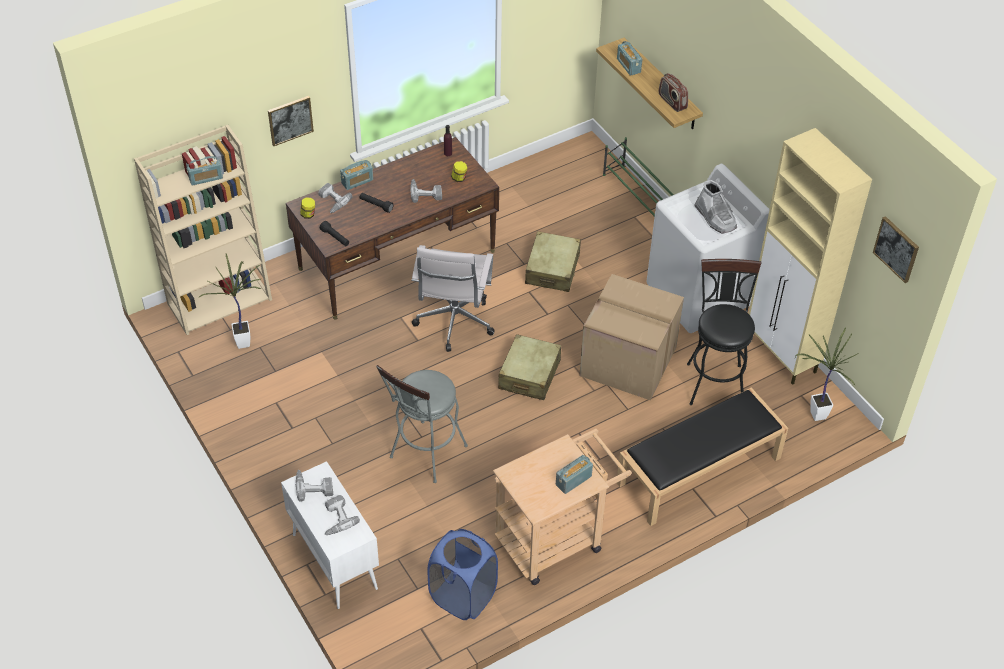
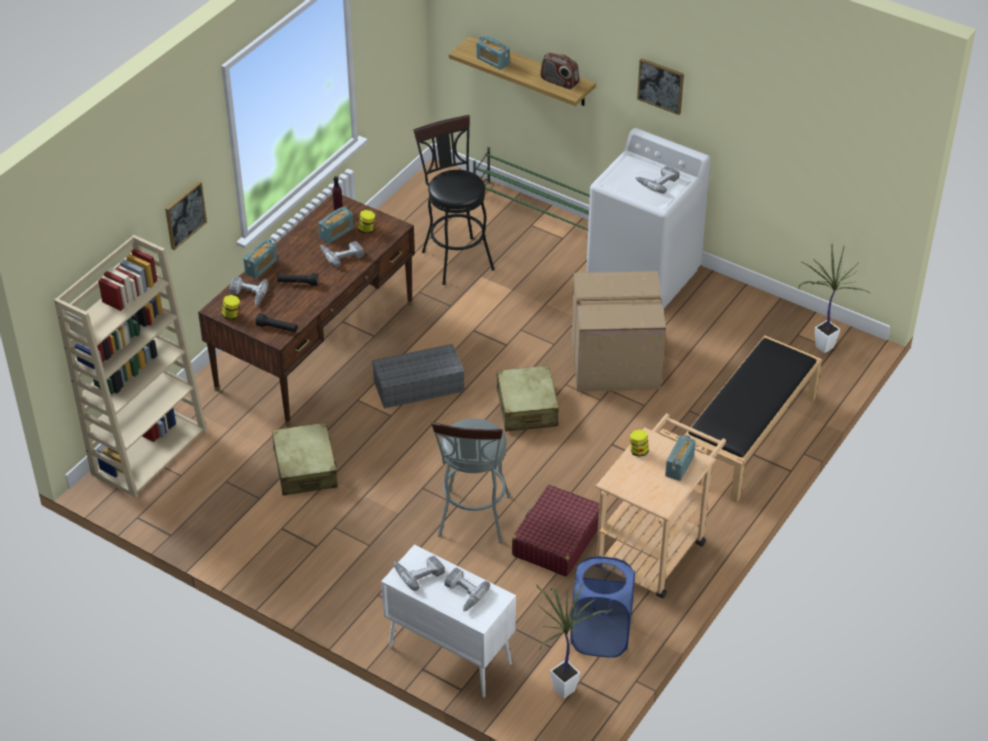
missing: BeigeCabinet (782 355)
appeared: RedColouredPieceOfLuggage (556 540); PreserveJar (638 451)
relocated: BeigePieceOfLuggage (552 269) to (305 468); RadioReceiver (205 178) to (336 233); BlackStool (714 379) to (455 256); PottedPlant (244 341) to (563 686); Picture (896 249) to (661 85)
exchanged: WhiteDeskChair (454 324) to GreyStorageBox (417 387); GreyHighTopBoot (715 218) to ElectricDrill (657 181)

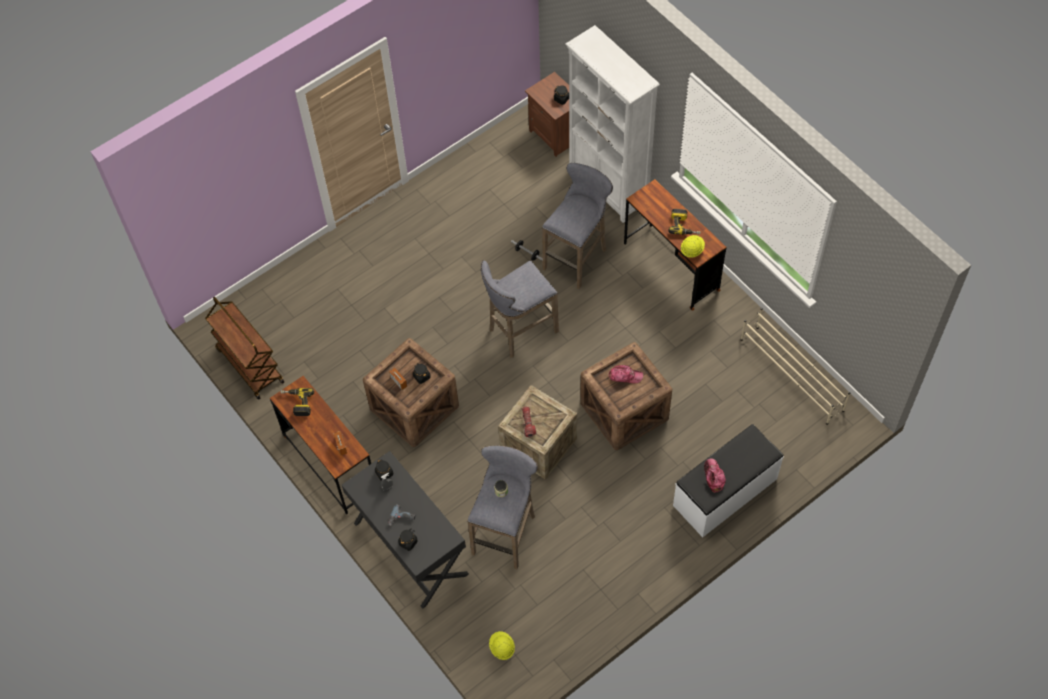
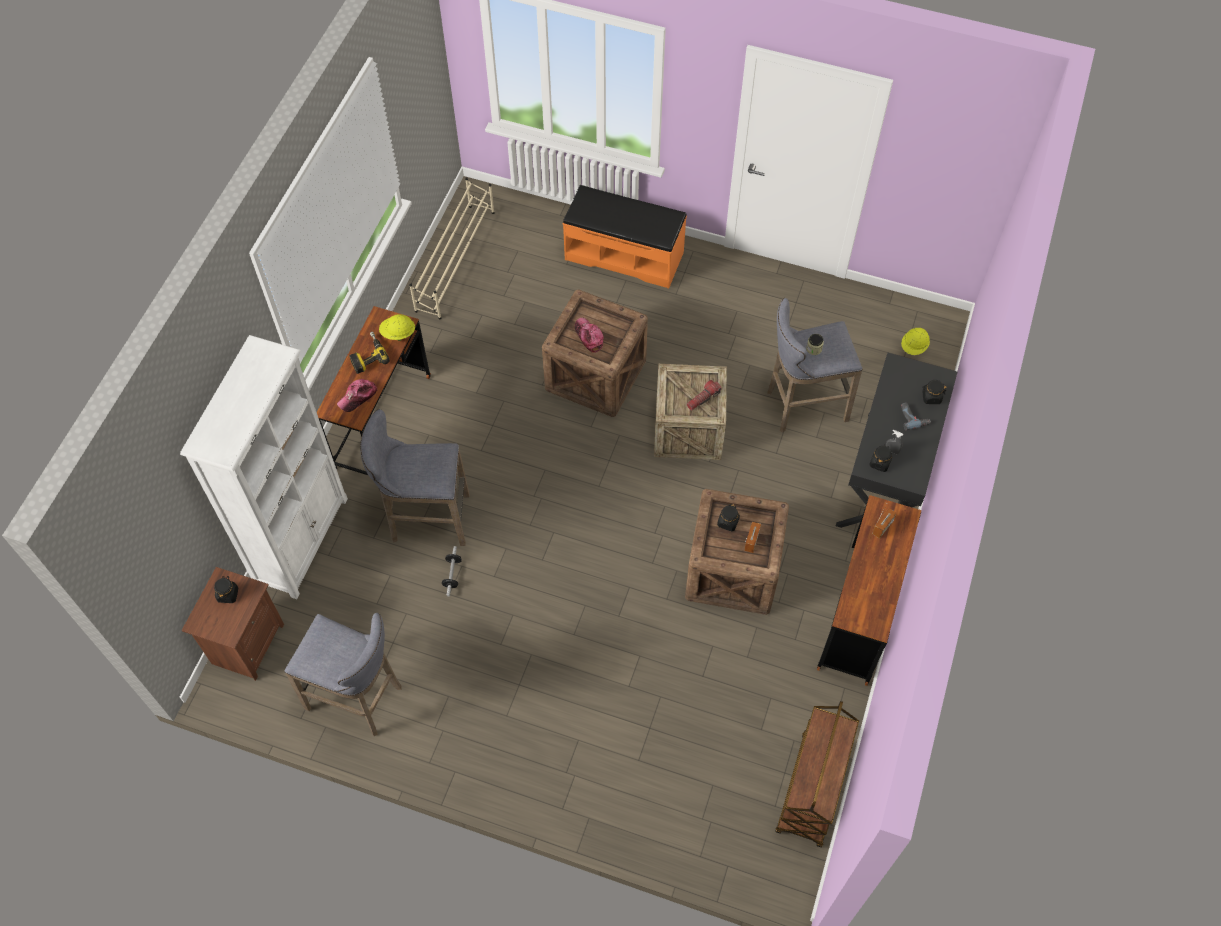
missing: ElectricDrill (297 403)
relocated: GreyStool (520 332) to (359 698); Cap (713 476) to (358 397)
colour: WhiteIndoorBench (725 492) to OrangeyIndoorBench (624 255)

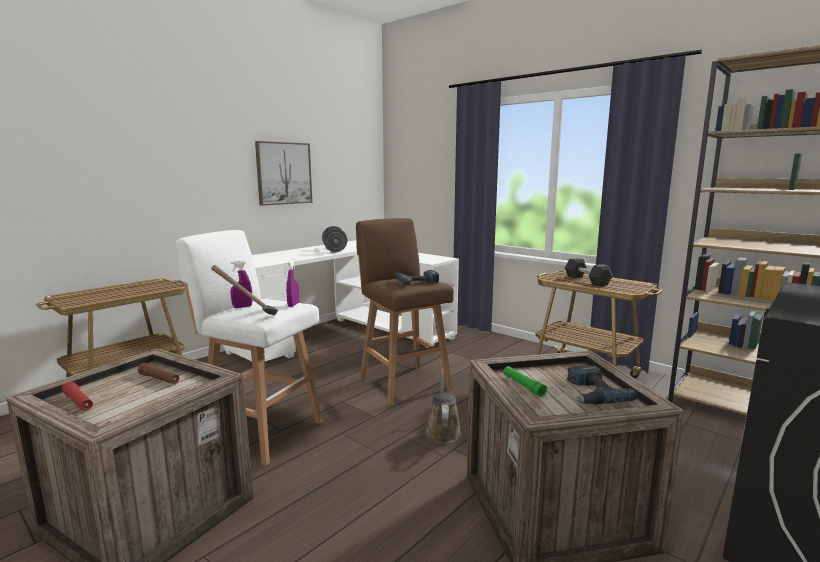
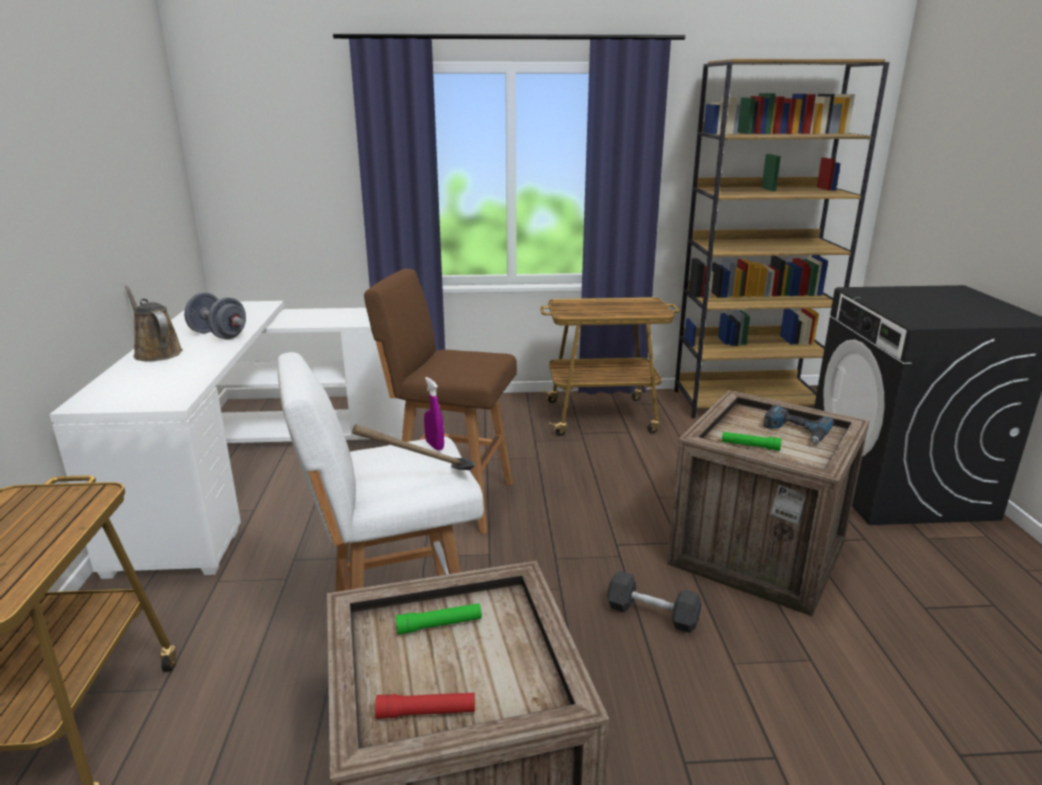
missing: PurplishSprayer (242 307); Picture (284 173); ElectricDrill (415 281)
relocated: BrownishWateringCan (442 431) to (156 352); GreyHandWeight (587 280) to (652 614)
colour: BrownishHandTorch (159 379) to GreenishHandTorch (439 625)

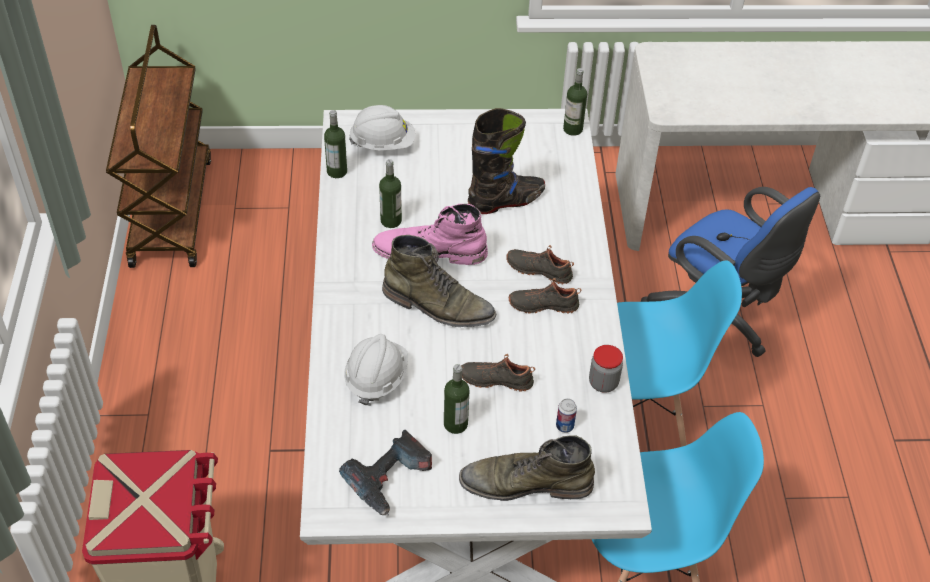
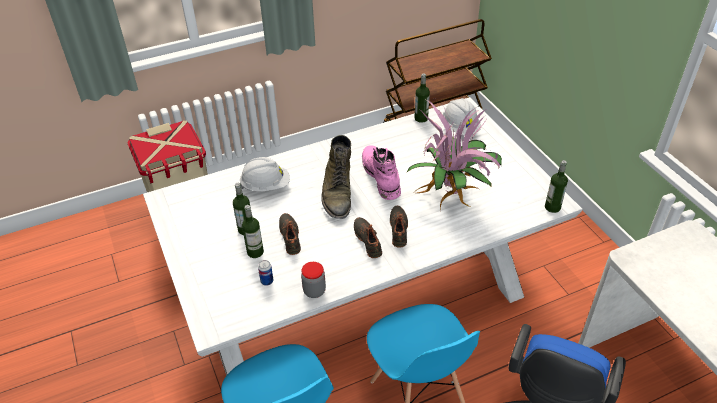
missing: ElectricDrill (389 480); GreenishHighTopBoot (525 483)
relocated: DrinkBottle (391 221) to (255 252)
exchanged: BlackHighTopBoot (506 201) to PottedPlant (452 195)

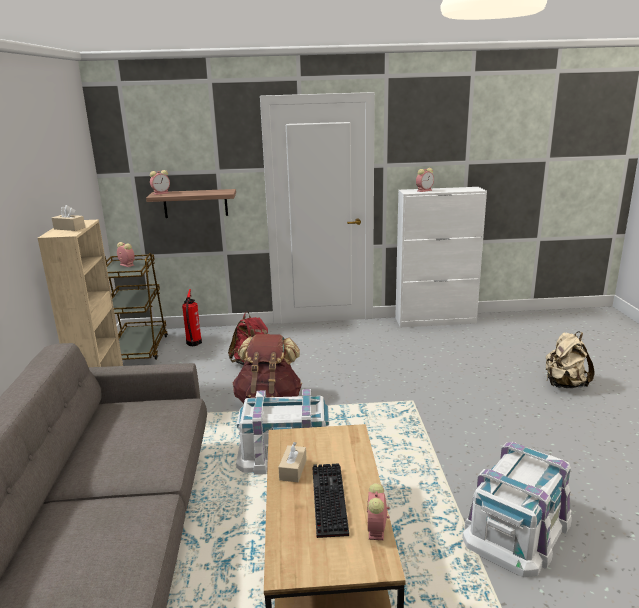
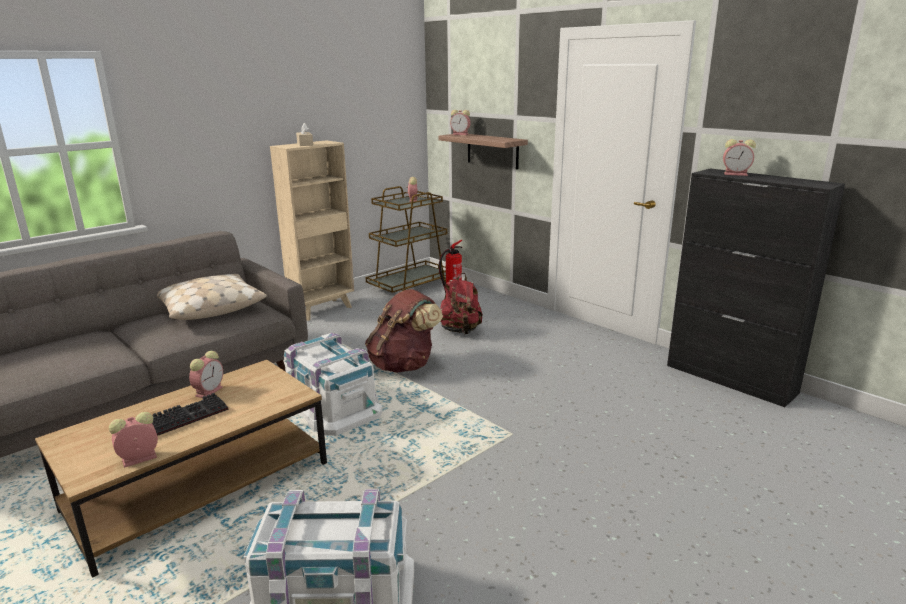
missing: BeigeRucksack (564 384)
appeared: BeigePillow (209 307)
exchanged: BeigeTissueBox (293 470) to AlarmClock (209 391)
colour: WhiteCabinet (435 320) to BlackCabinet (731 379)

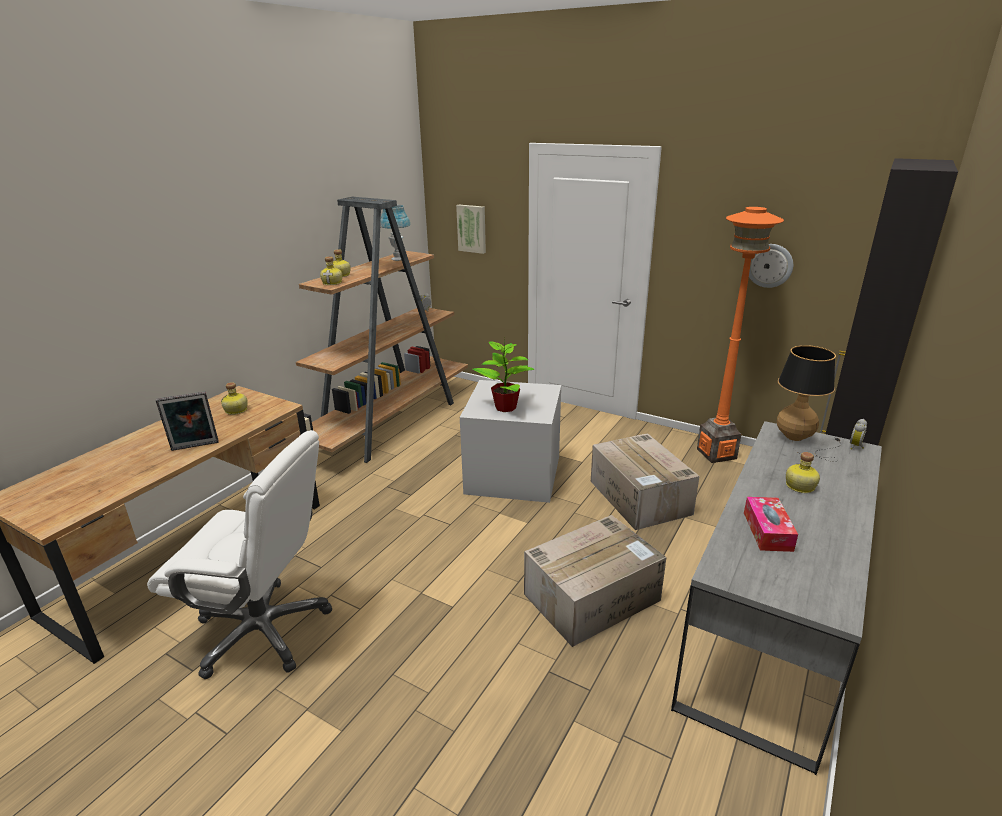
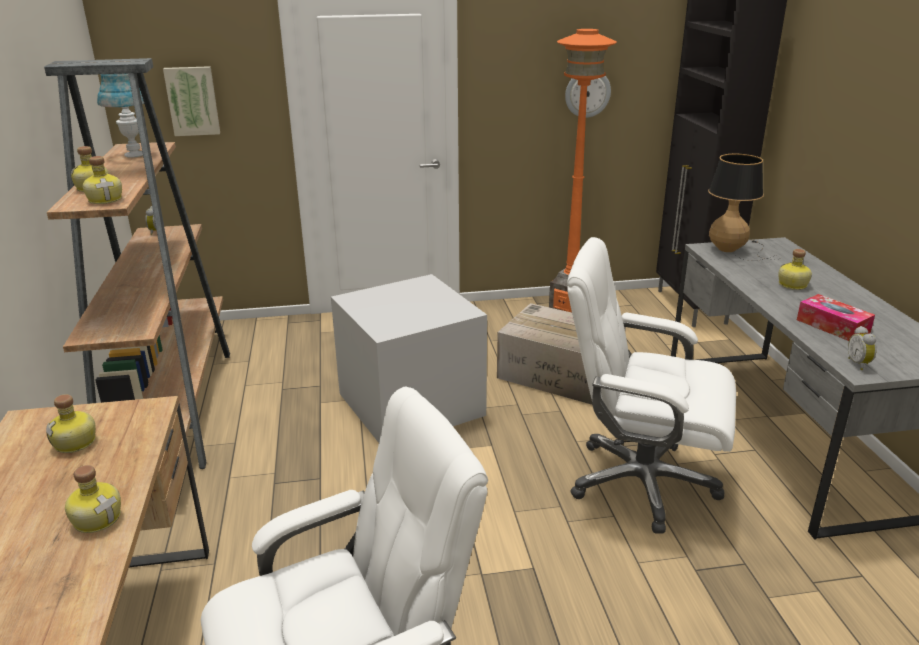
missing: PottedPlant (506 407)
relocated: AlarmClock (856 447) to (859 364)
exchanged: StandingFrame (195 447) to DrinkBottle (98 518); Carton (593 596) to WhiteDeskChair (640 482)

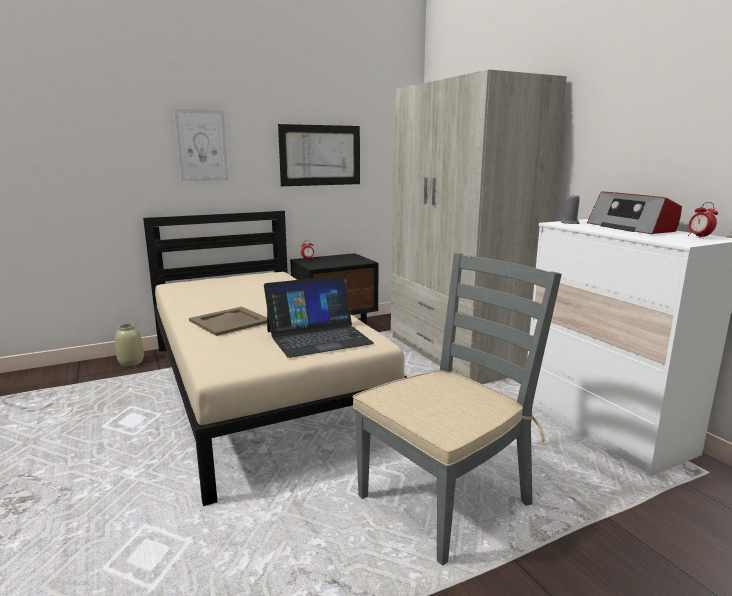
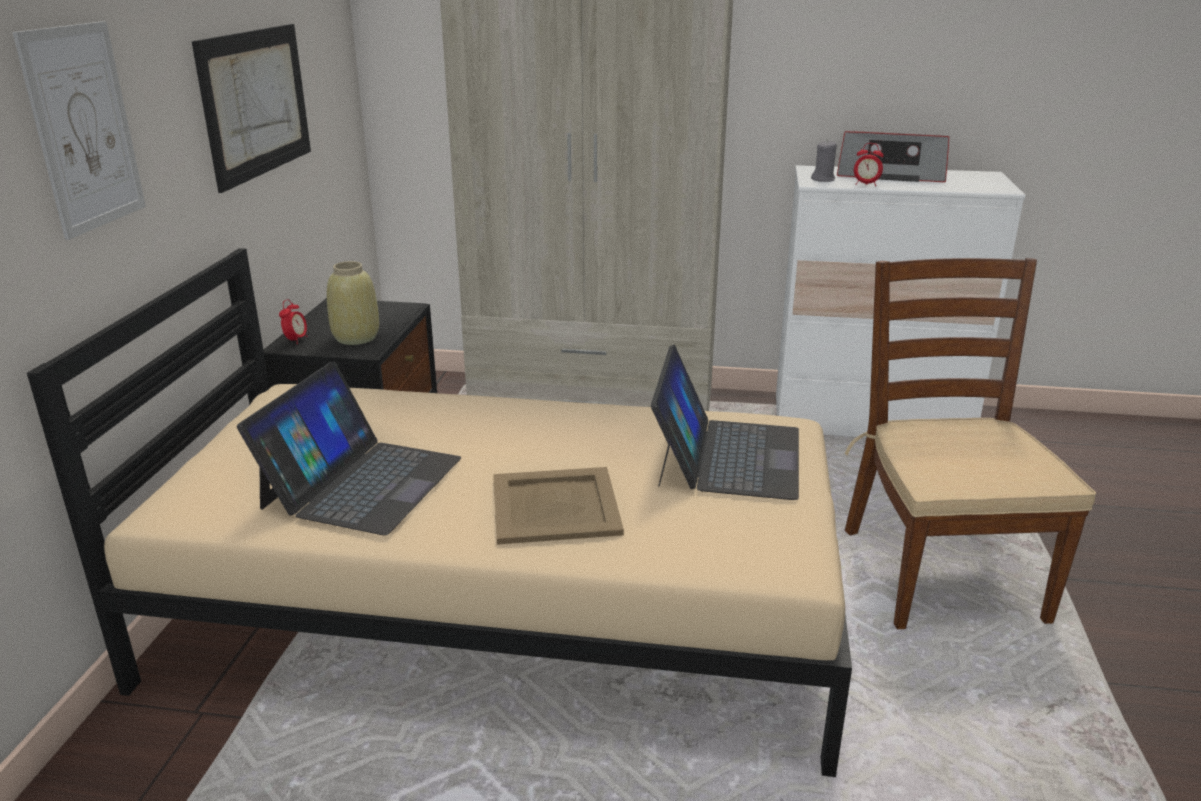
appeared: PortableComputer (361 482)
relocated: BeigeVase (131 362) to (356 338); AlarmClock (699 237) to (866 184)
colour: GreyChair (445 499) to BrownishChair (940 573)

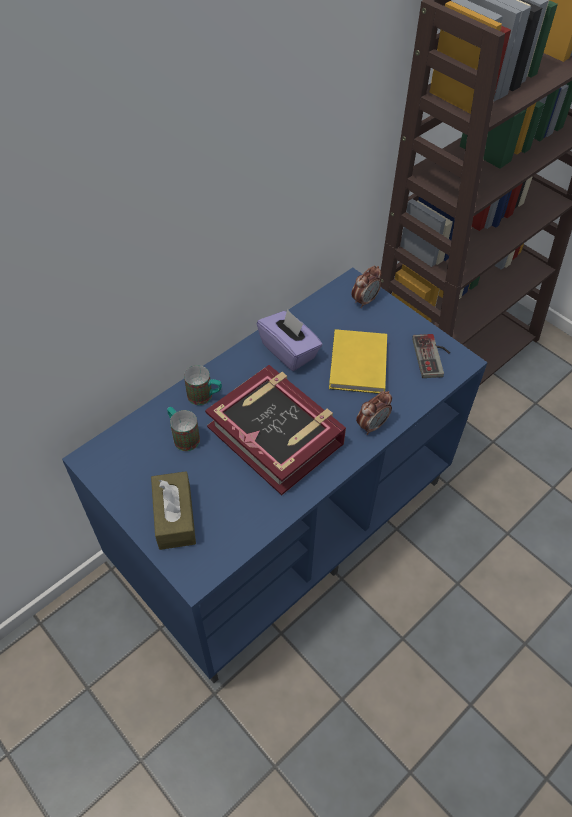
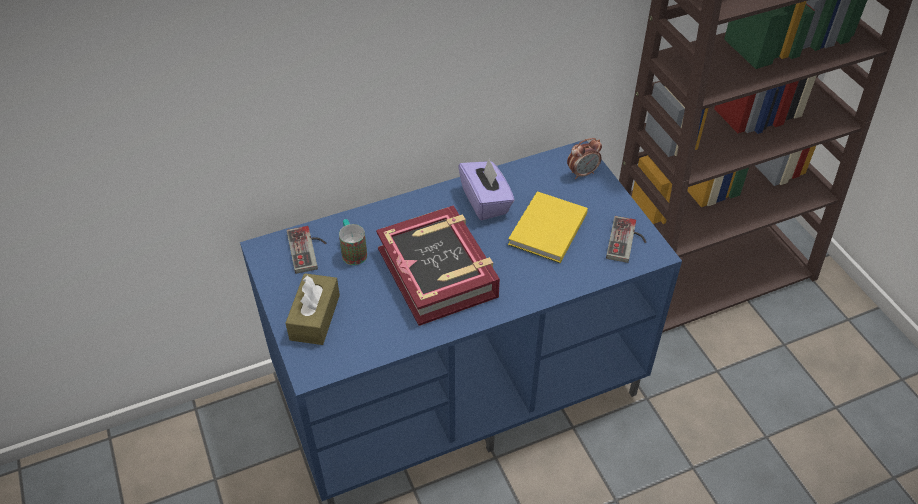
missing: Mug (205 397); AlarmClock (372 425)
appeared: Joypad (309 249)

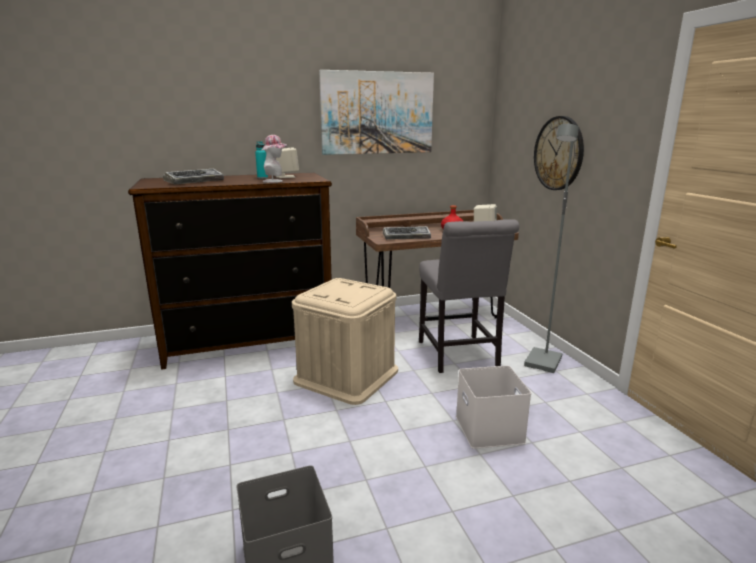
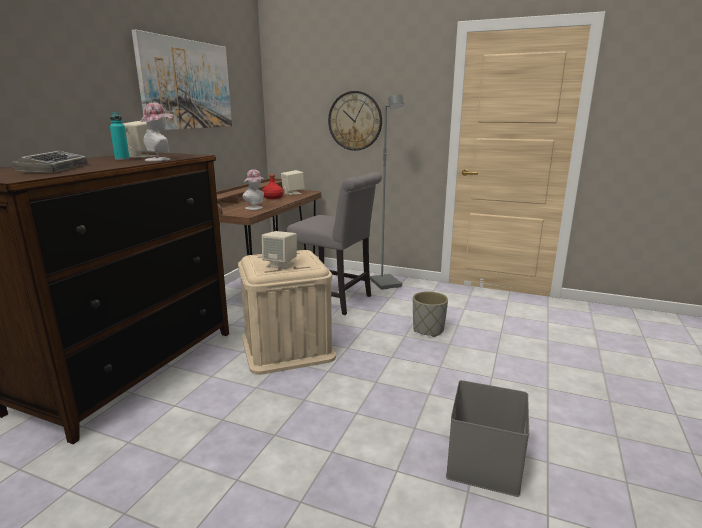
appeared: BeigeLoudspeaker (281 264)
exchanged: PcKeyboard (407 237) to ClothingHat (255 208); WhiteStorageBox (487 428) to GreyFlowerPot (428 330)

